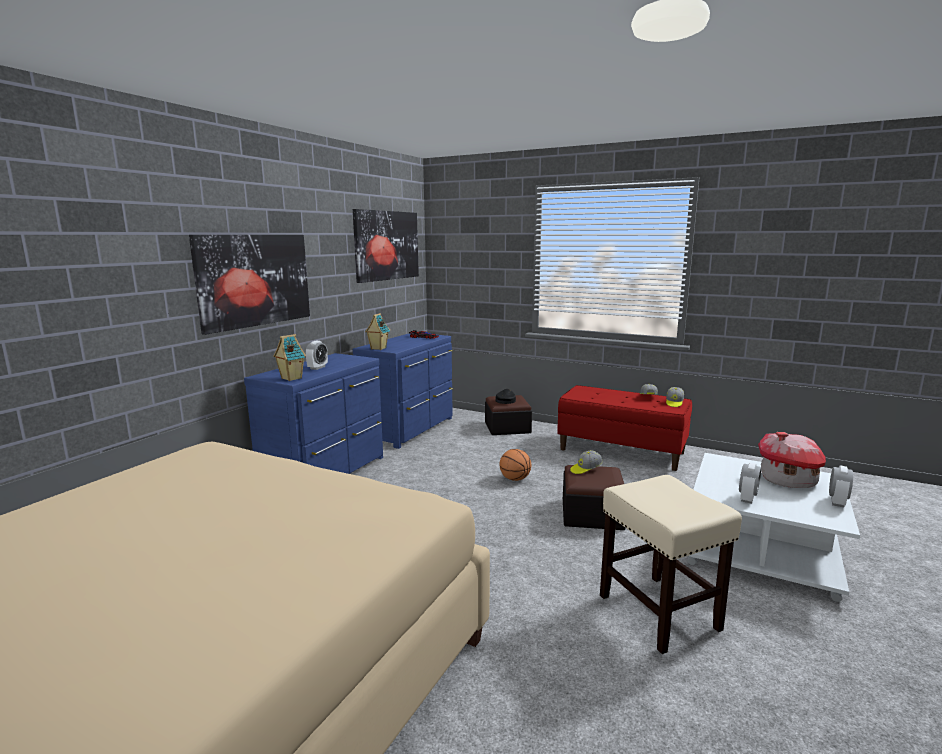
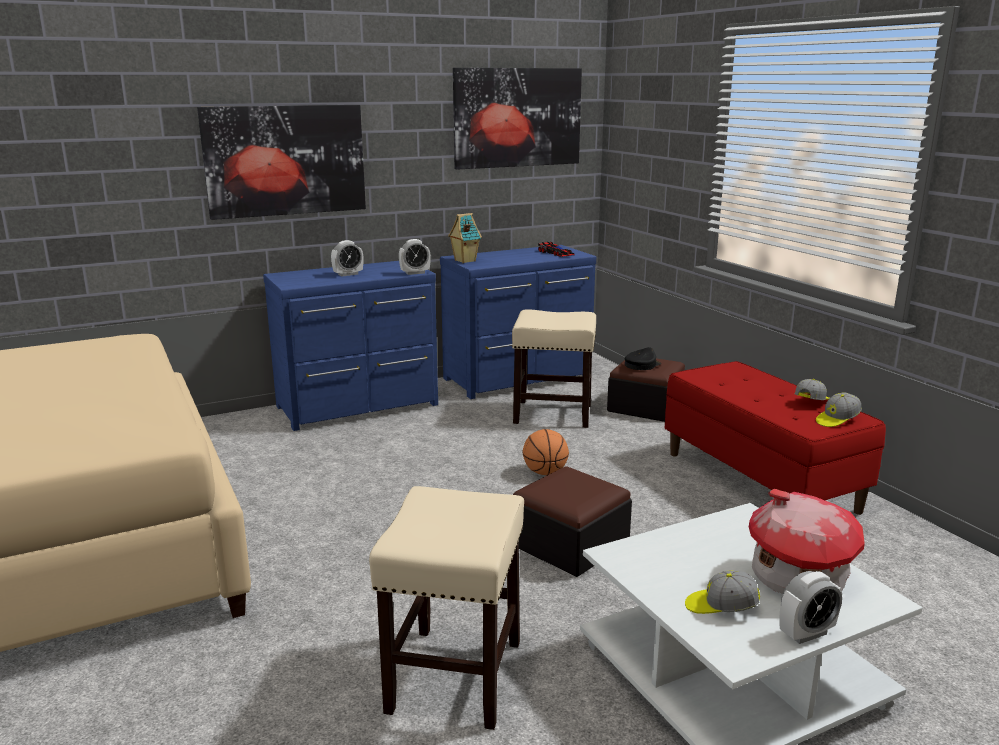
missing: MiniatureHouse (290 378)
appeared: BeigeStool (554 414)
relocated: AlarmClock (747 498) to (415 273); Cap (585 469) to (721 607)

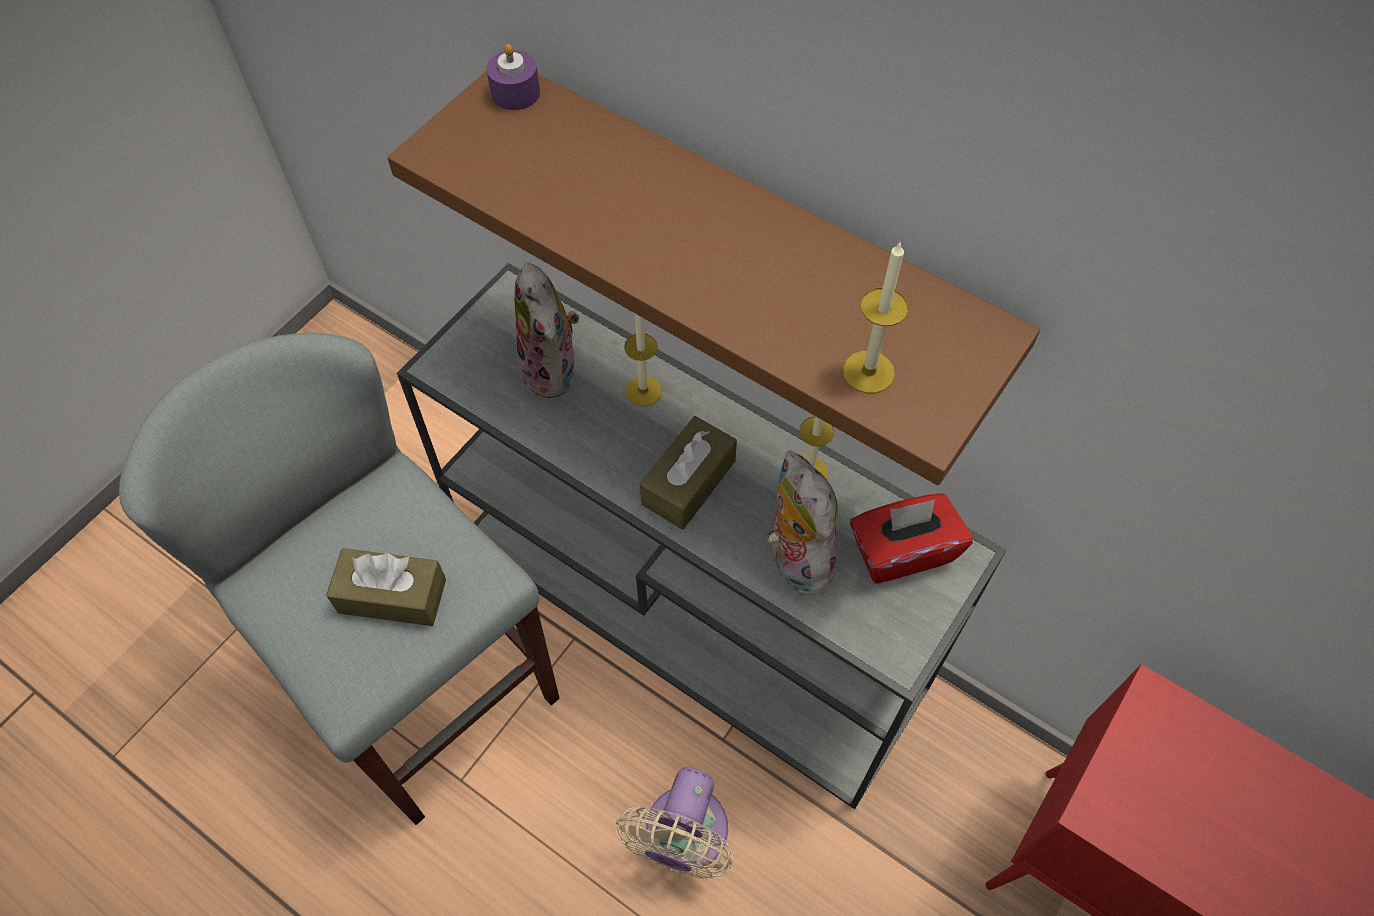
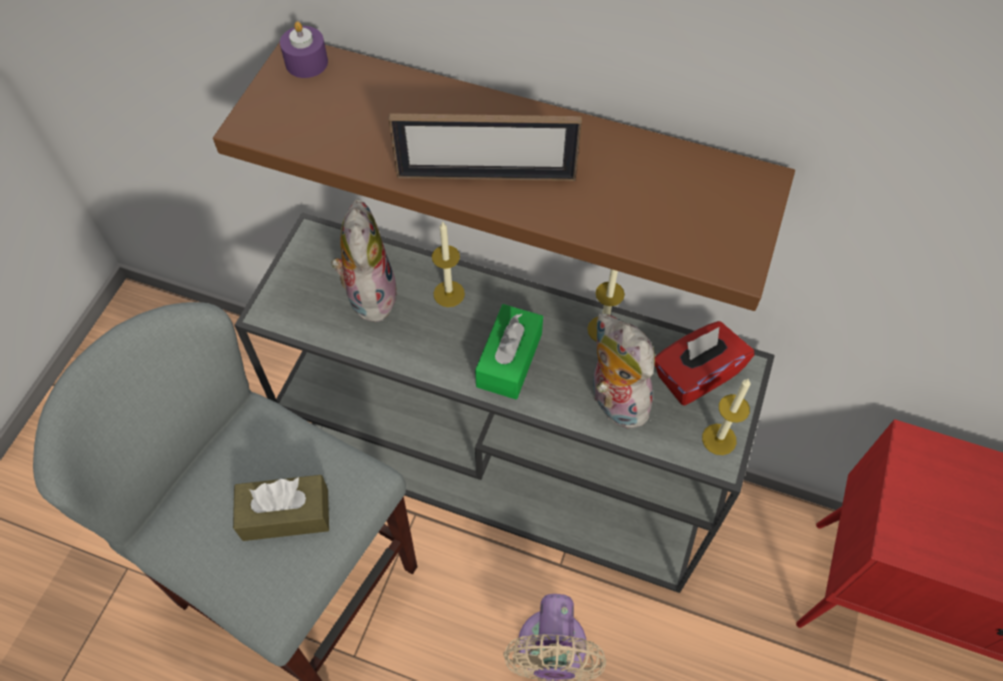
appeared: StandingFrame (486 176)
relocated: WaxLight (868 372) to (719 439)
colour: BrownishTissueBox (688 482) to GreenishTissueBox (509 360)
spun: CuddlyToy (553 370) = (369 293) 150 degrees counterclockwise

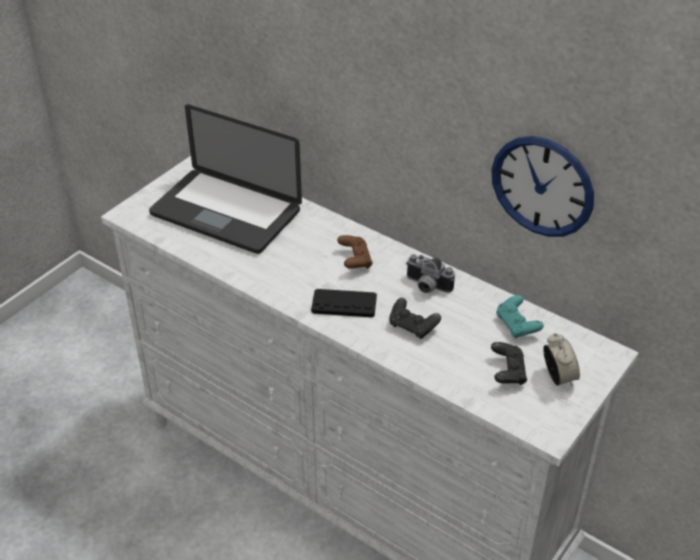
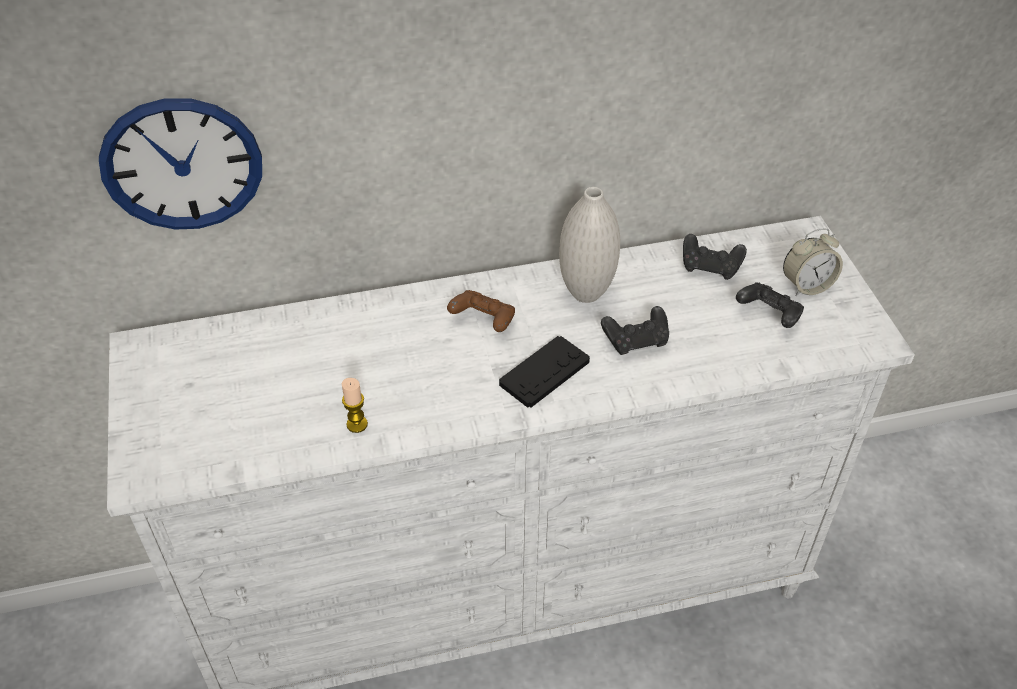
missing: PortableComputer (225 213)
appeared: WaxLight (357 424)
relocated: ClockOnTheWall (542 186) to (182 165)
exchanged: StillCamera (426 286) to WhiteVase (586 293)
colour: BlueGreenJoypad (517 326) to BlackJoypad (710 267)
spun: AlarmClock (558 377) = (806 285) 135 degrees clockwise

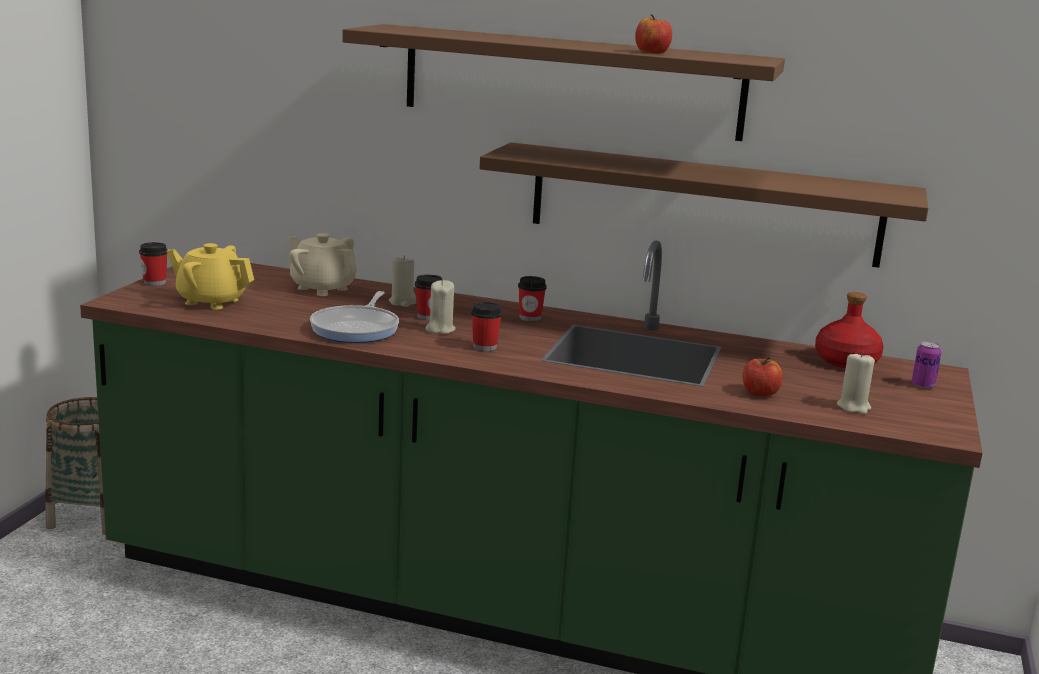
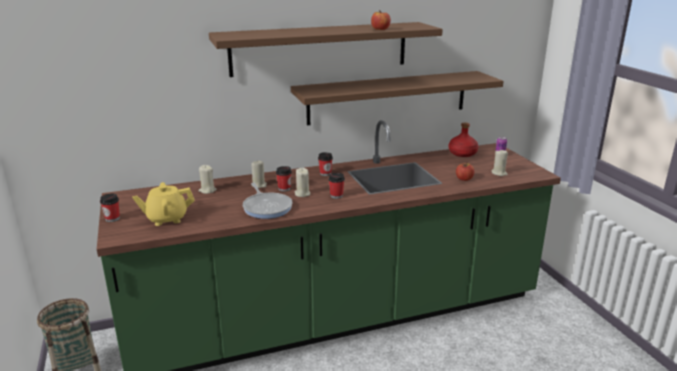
exchanged: BeigeTeaPot (322 288) to BeigeWaxLight (207 190)

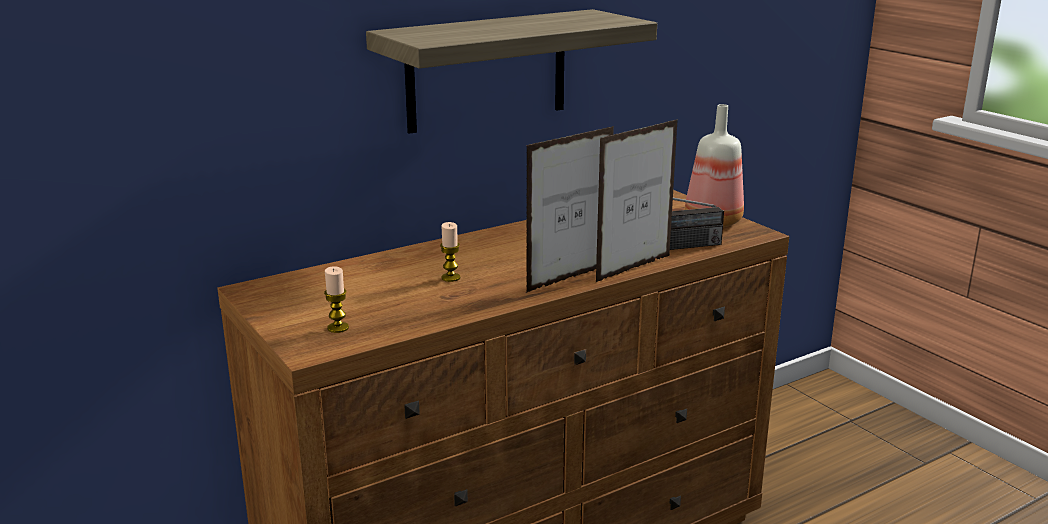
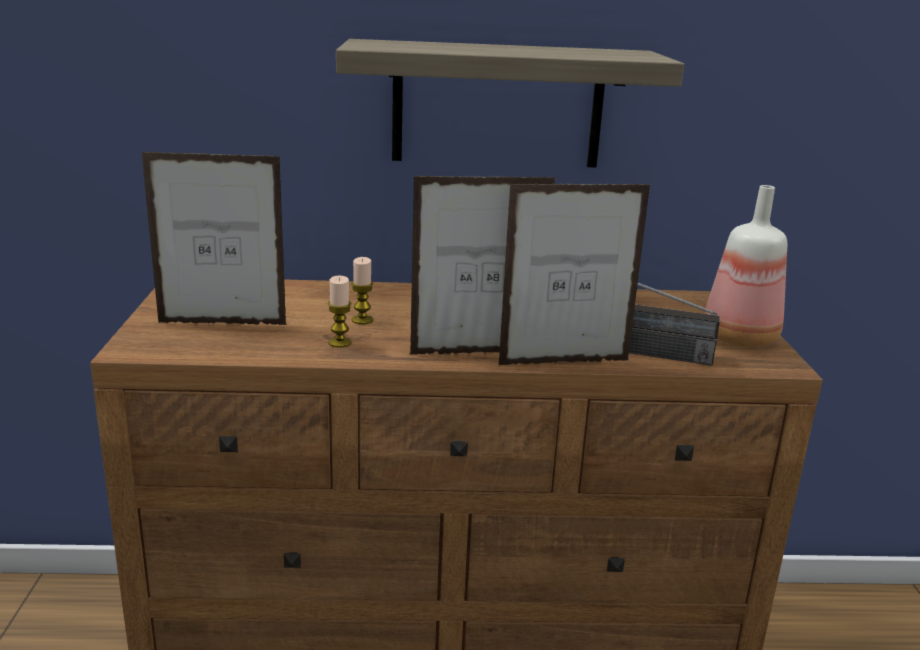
appeared: StandingFrame (223 324)
relocated: WaxLight (338 328) to (340 343)

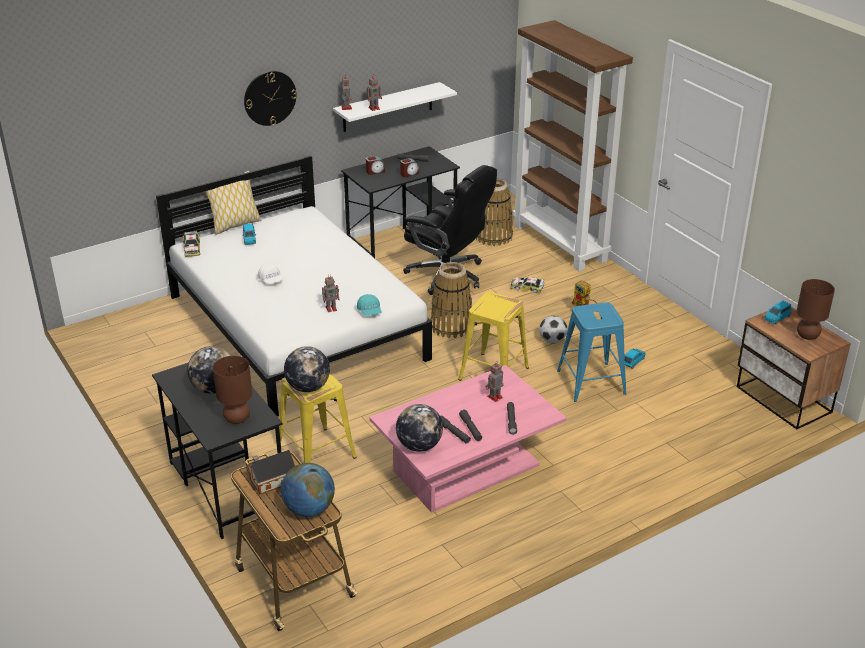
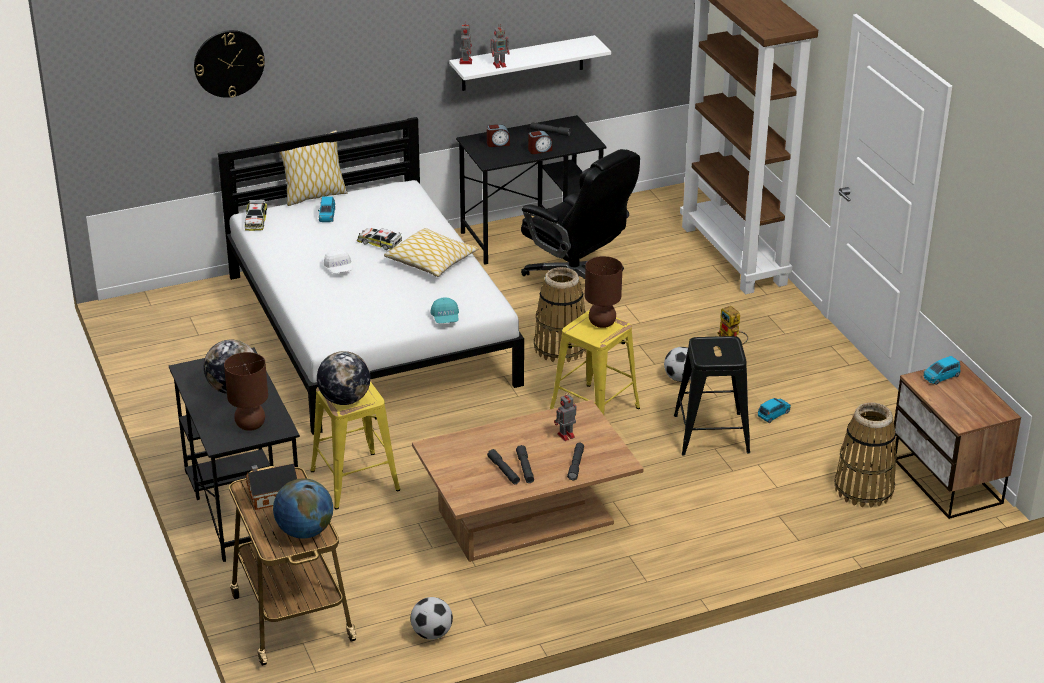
missing: ToyRobot (332 308); DeskGlobe (419 446)
appeared: Pillow (431 261); Football (432 634)
relocated: ClockOnTheWall (270 98) to (229 63); ModelCar (527 288) to (379 242); BrownishTabletopLamp (807 335) to (602 323); Basket (493 236) to (864 489)
colour: PinkColouredLowTable (467 468) to BrownishLowTable (526 517); BluishStool (590 382) to BlackStool (711 434)

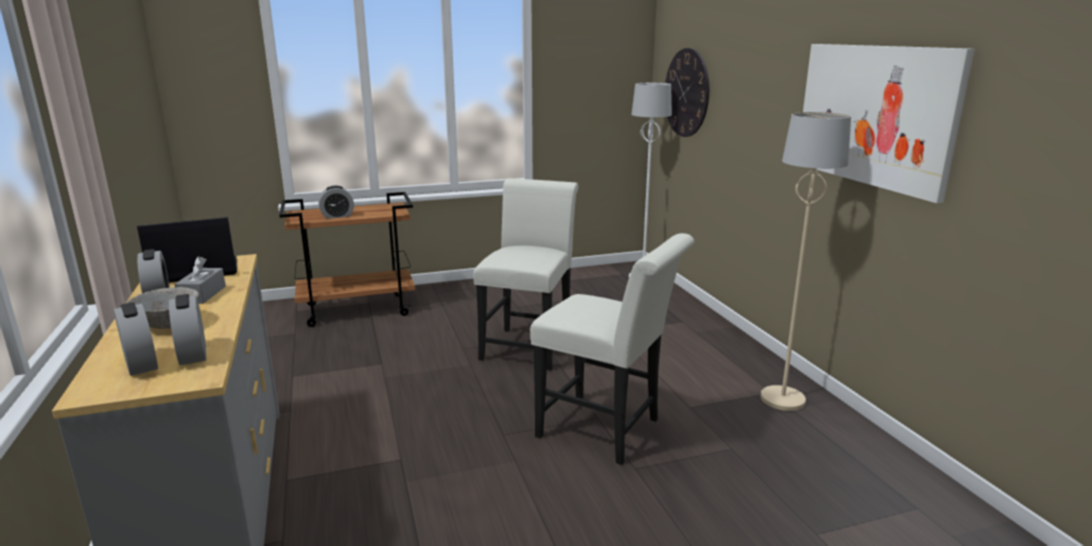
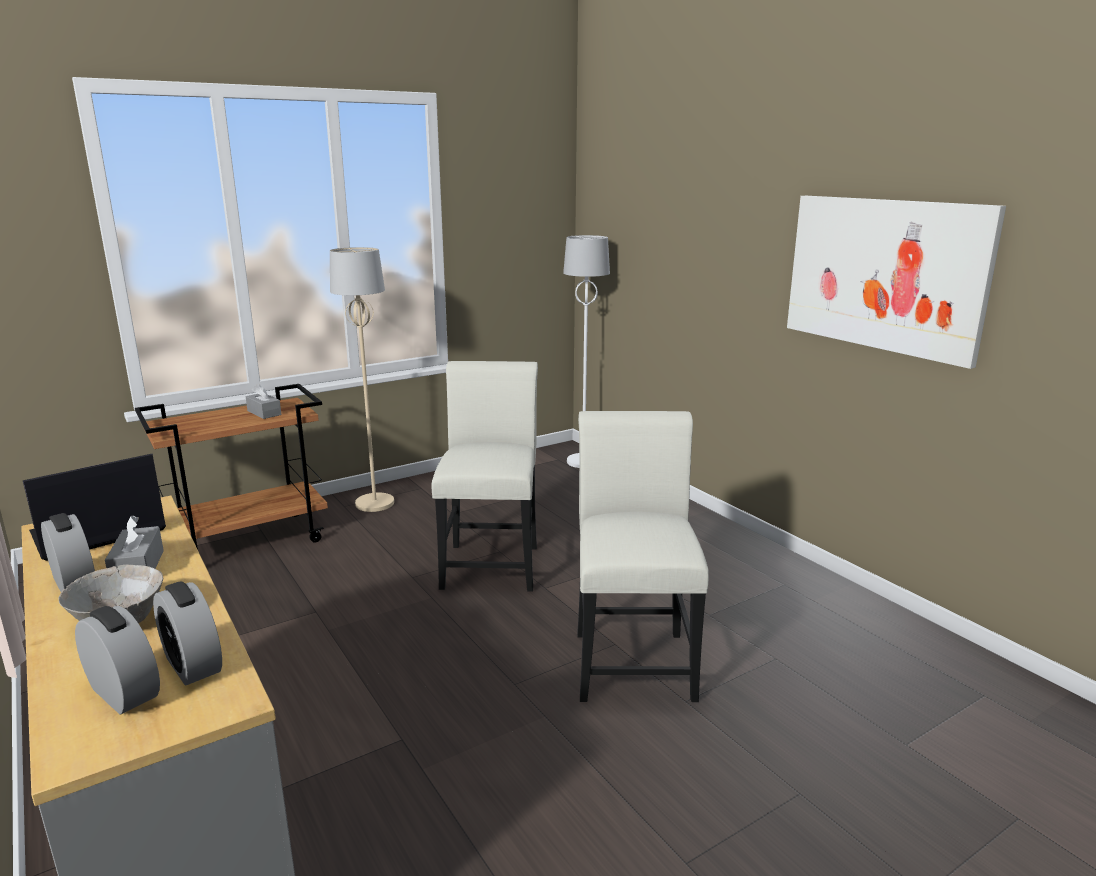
missing: AlarmClock (337 216); ClockOnTheWall (686 93)
appeared: GreyTissueBox (264 413)
relocated: BeigeFloorLamp (782 400) to (375 504)
spun: WhiteChair (606 430) = (632 658) 105 degrees counterclockwise

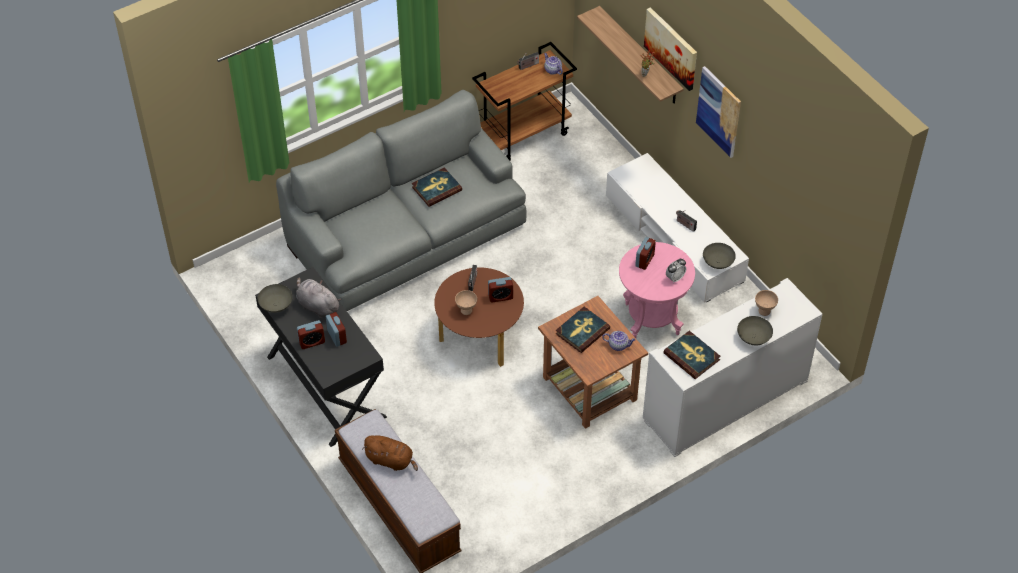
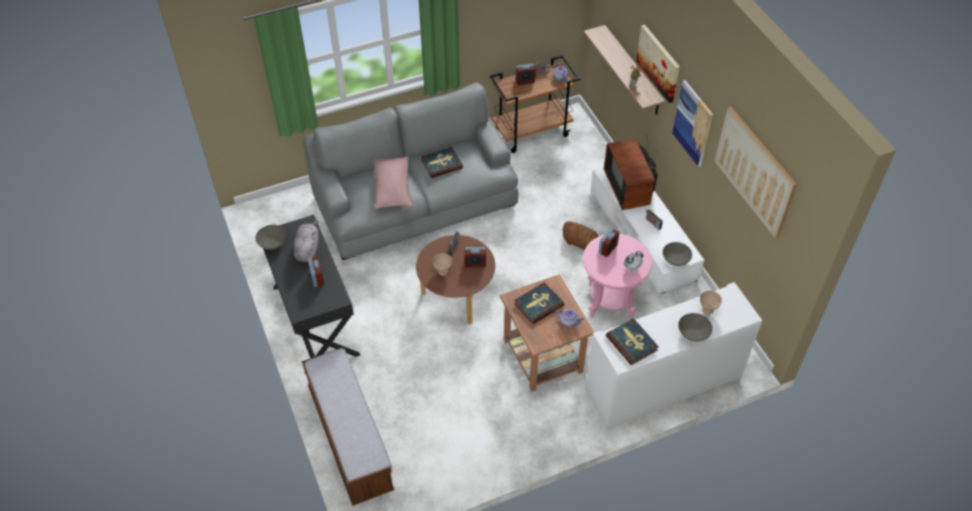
appeared: PinkColouredPillow (393 189); Television (630 188); Picture (754 171)
relocated: AlarmClock (312 342) to (525 81); BrownishCuddlyToy (391 460) to (581 243)
spun: GreyCuddlyToy (317 306) = (307 249) 45 degrees clockwise

